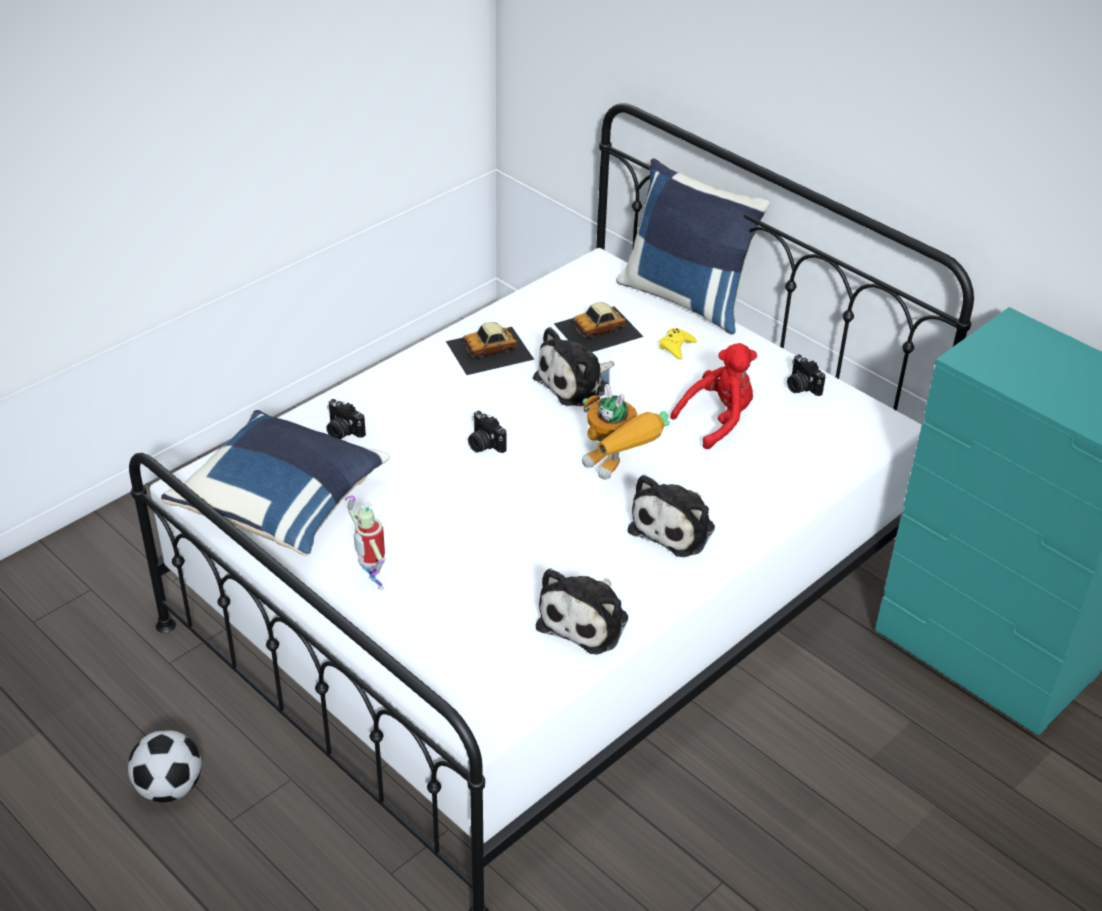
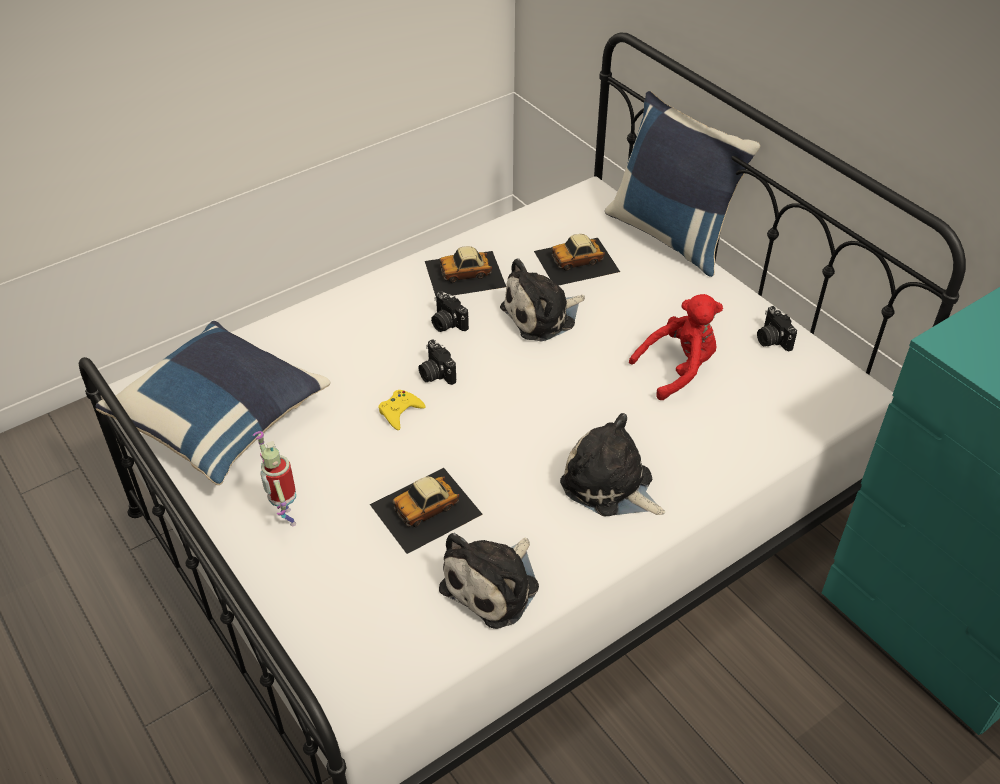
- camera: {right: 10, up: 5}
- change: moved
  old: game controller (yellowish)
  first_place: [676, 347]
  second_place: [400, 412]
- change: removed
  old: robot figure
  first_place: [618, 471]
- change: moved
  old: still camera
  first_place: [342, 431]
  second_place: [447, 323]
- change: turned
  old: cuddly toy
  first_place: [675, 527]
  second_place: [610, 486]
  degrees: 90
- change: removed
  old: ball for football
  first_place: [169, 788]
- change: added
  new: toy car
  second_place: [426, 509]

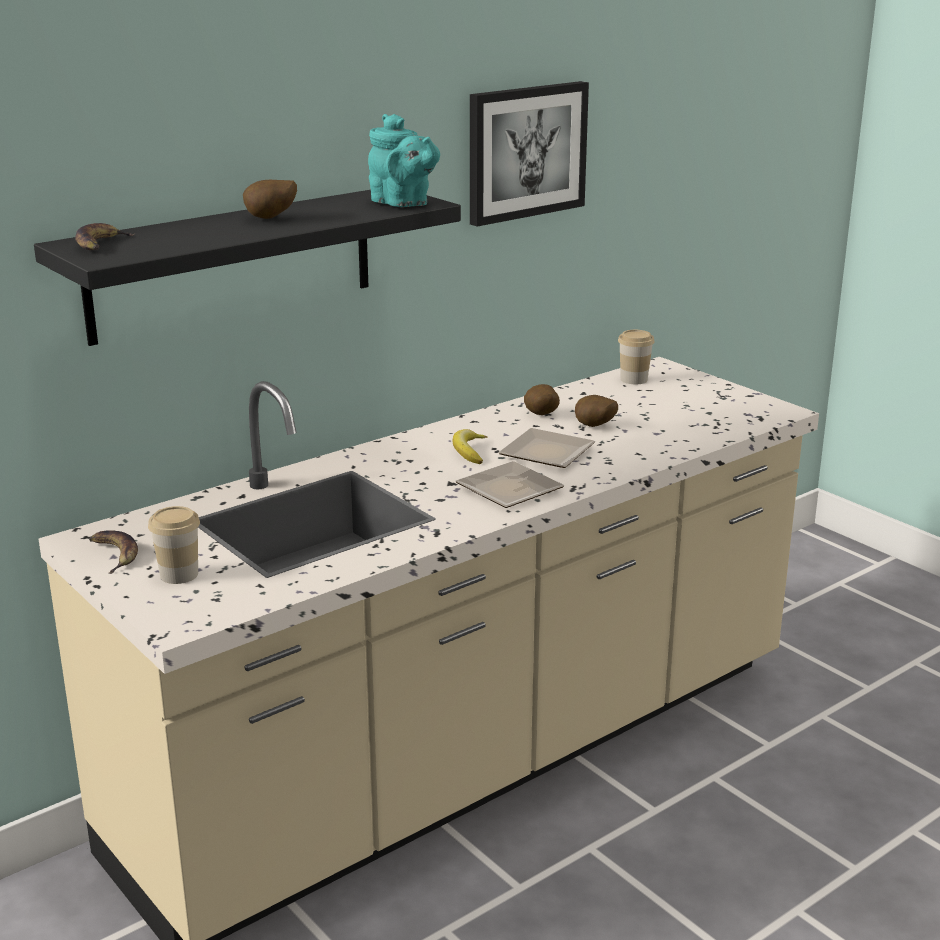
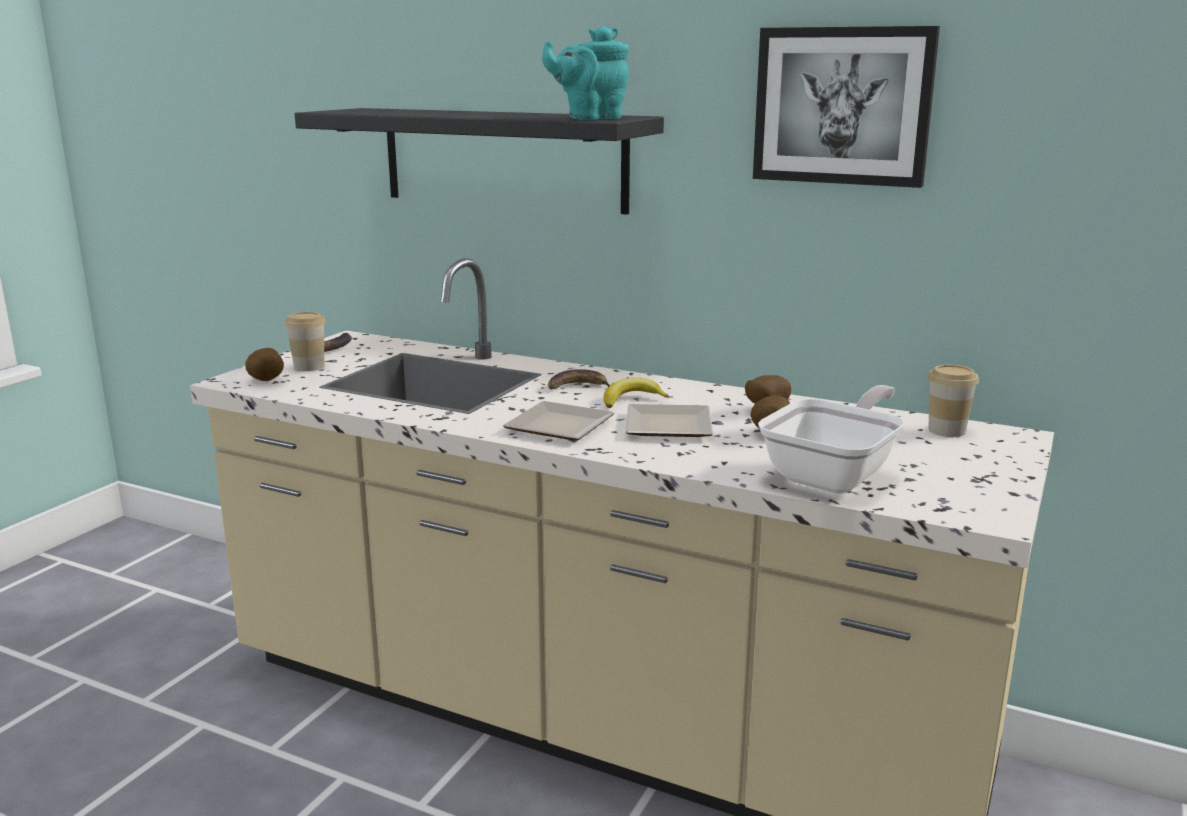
- camera: {right: 65, up: -5}
- change: turned
  old: pot for tea (blue-green)
  first_place: [403, 203]
  second_place: [590, 118]
  degrees: 45
- change: moved
  old: whole potato
  first_place: [271, 219]
  second_place: [265, 381]
- change: moved
  old: banana fruit
  first_place: [100, 244]
  second_place: [577, 387]
- change: added
  new: skillet
  second_place: [835, 475]

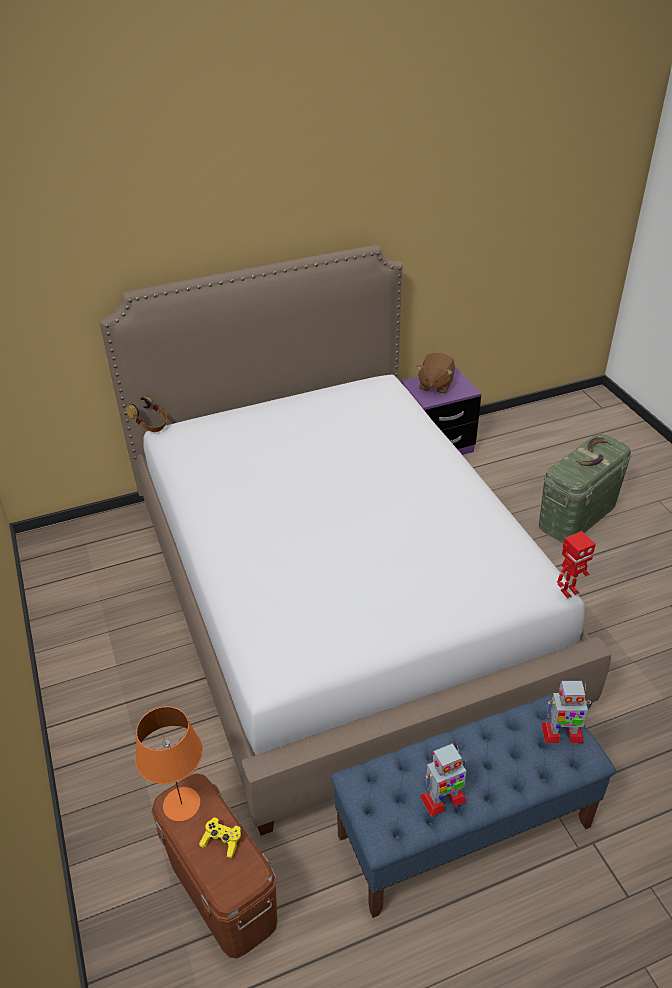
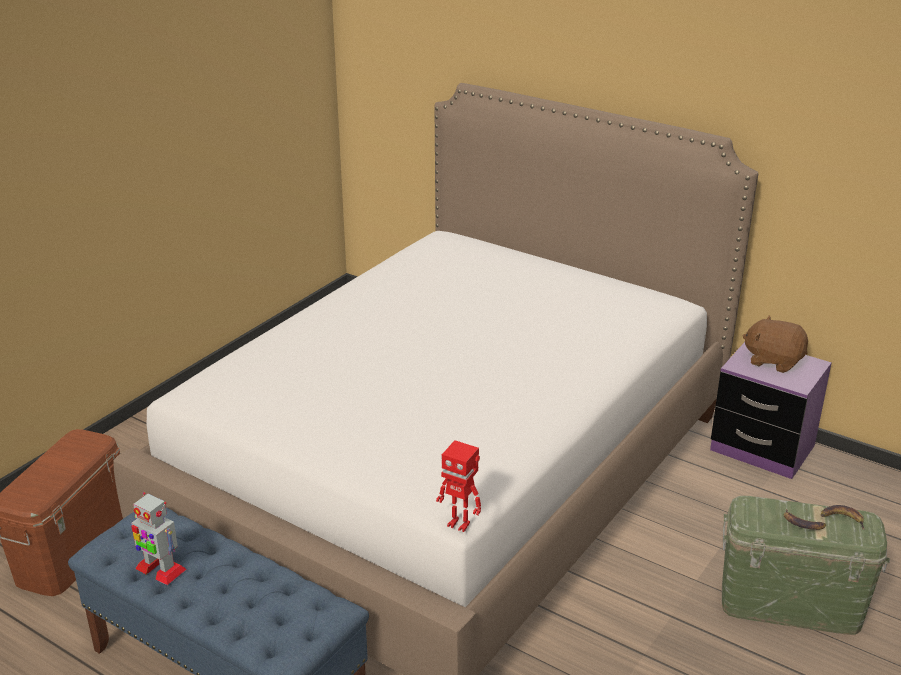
- camera: {right: 55, up: -10}
- change: turned
  old: cuddly toy (brownish)
  first_place: [435, 385]
  second_place: [773, 360]
  degrees: 45
- change: removed
  old: headset
  first_place: [151, 425]
- change: removed
  old: robot figure
  first_place: [562, 733]
- change: removed
  old: tabletop lamp (orangey)
  first_place: [181, 804]
- change: removed
  old: game controller (yellowish)
  first_place: [222, 841]

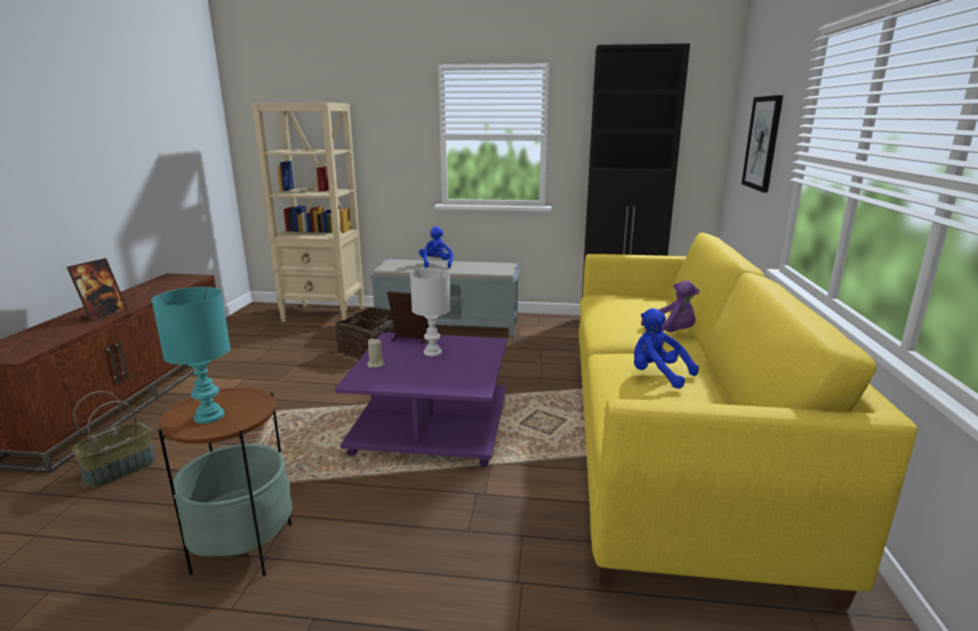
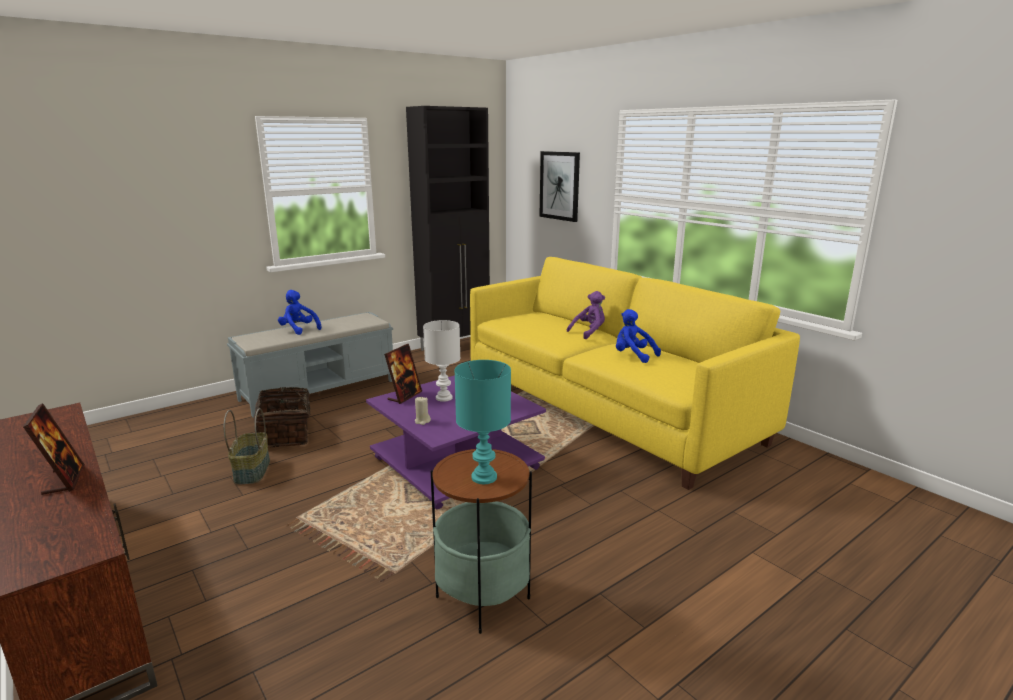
- camera: {right: -45, up: 0}
- change: removed
  old: shelving unit (beige-coloured)
  first_place: [324, 314]
- change: turned
  old: photo frame
  first_place: [410, 340]
  second_place: [404, 396]
  degrees: 150
- change: turned
  old: cuddly toy (blue)
  first_place: [657, 375]
  second_place: [633, 356]
  degrees: 45
- change: moved
  old: household basket
  first_place: [120, 469]
  second_place: [251, 471]

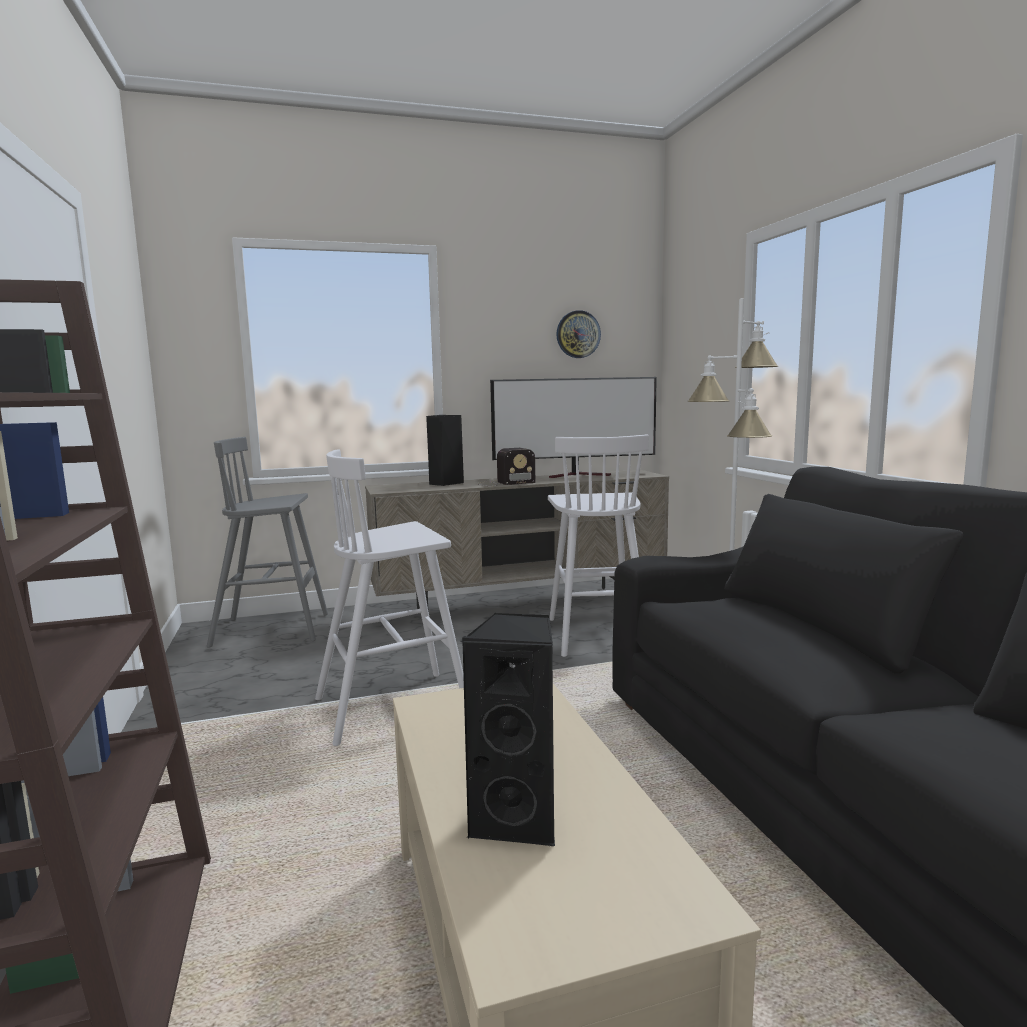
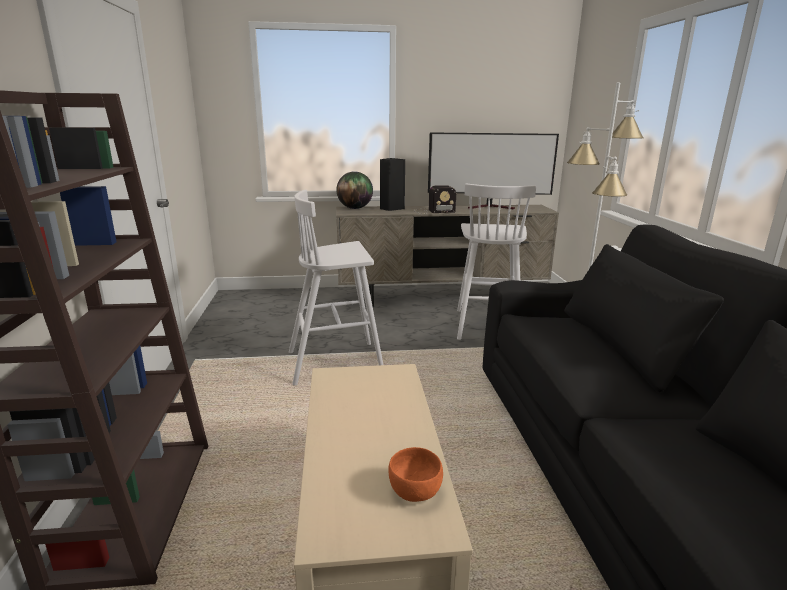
- camera: {right: 10, up: 10}
- change: removed
  old: wall clock
  first_place: [578, 334]
- change: removed
  old: stool (grey)
  first_place: [274, 629]
- change: removed
  old: audio speaker (black-coloured)
  first_place: [518, 819]
- change: added
  new: desk globe
  second_place: [355, 208]
- change: added
  new: bowl (orangey)
  second_place: [415, 491]

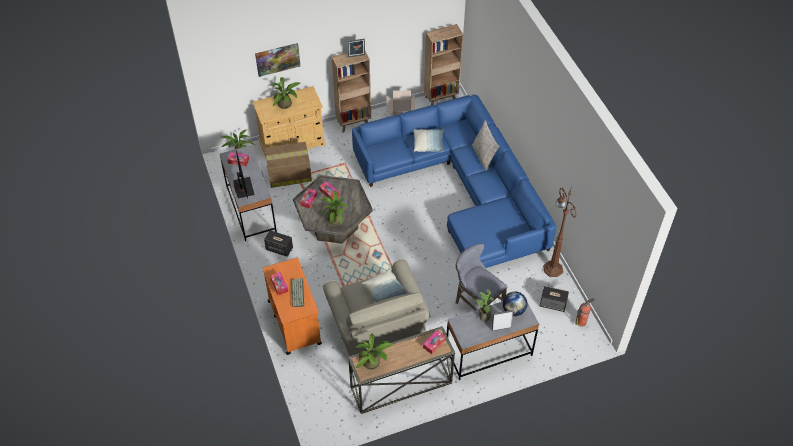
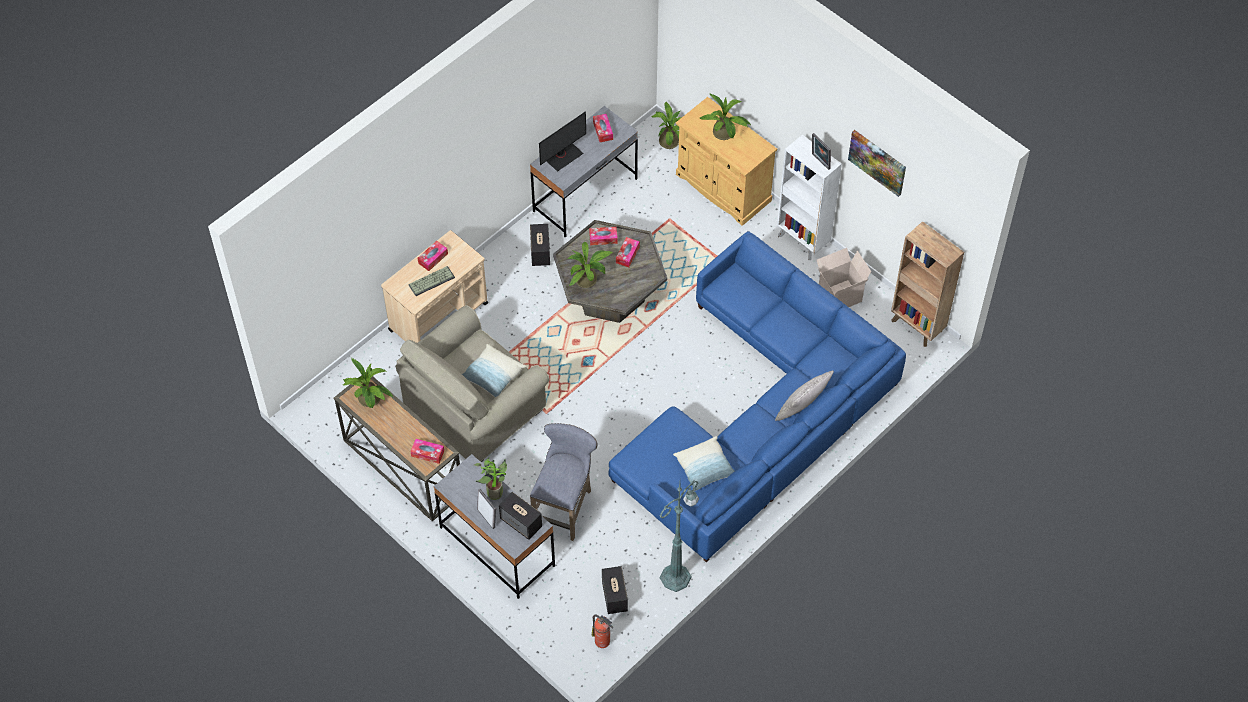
- camera: {right: 65, up: 5}
- change: moved
  old: picture
  first_place: [277, 59]
  second_place: [877, 162]
- change: recoloured
  old: shelving unit (brownish)
  new: shelving unit (white-coloured)
  first_place: [354, 123]
  second_place: [803, 241]
- change: moved
  old: throw pillow
  first_place: [428, 144]
  second_place: [705, 468]
- change: removed
  old: cardboard box
  first_place: [288, 174]
- change: recoloured
  old: standing lamp (brownish)
  new: standing lamp (green-coloured)
  first_place: [552, 268]
  second_place: [677, 576]
- change: recoloured
  old: wheeled cart (orangey)
  new: wheeled cart (beige-coloured)
  first_place: [294, 322]
  second_place: [439, 316]
- change: replaced
  old: desk globe
  new: audio speaker
  first_place: [513, 310]
  second_place: [521, 523]

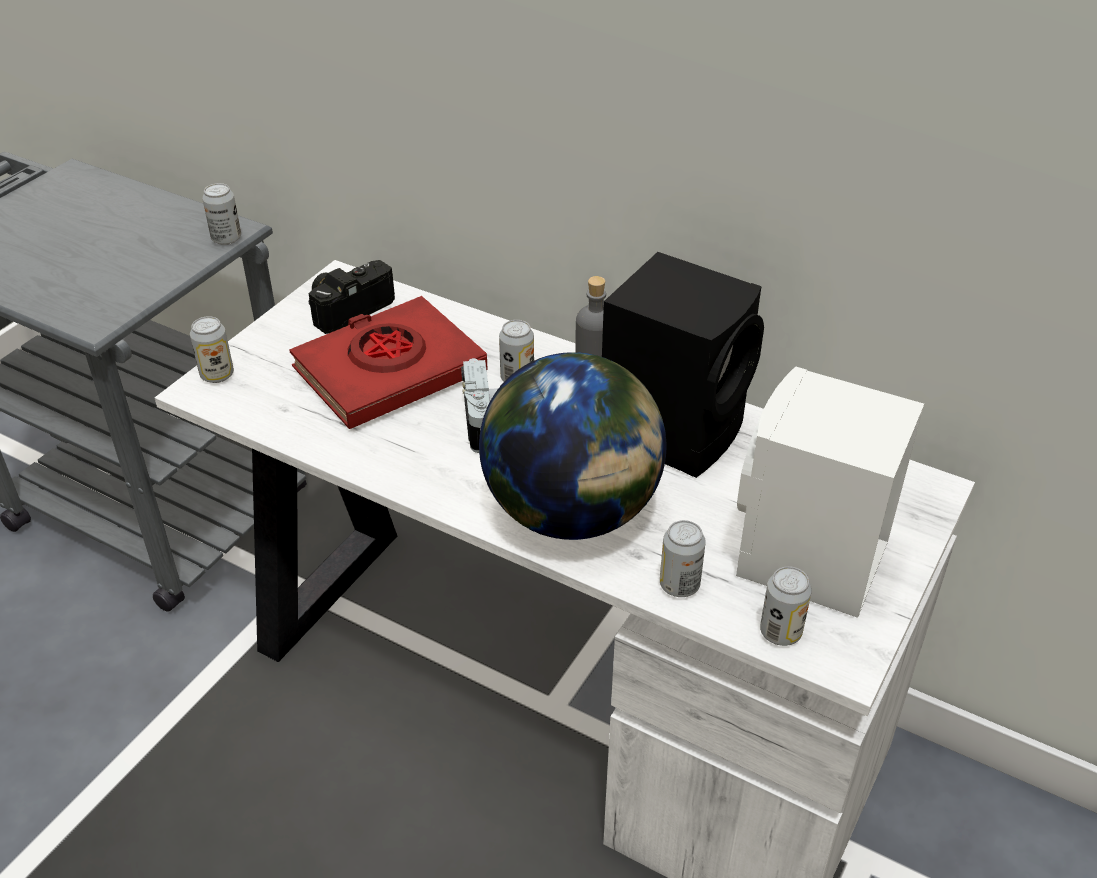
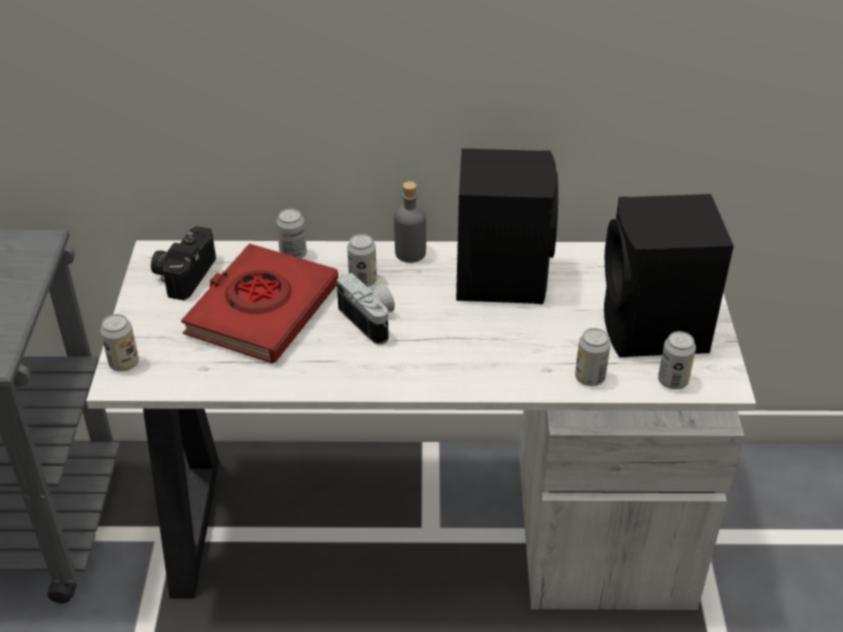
- camera: {right: -30, up: 0}
- change: moved
  old: can
  first_place: [226, 239]
  second_place: [293, 255]
- change: removed
  old: desk globe
  first_place: [572, 512]
- change: recoloured
  old: audio speaker (white-coloured)
  new: audio speaker (black-coloured)
  first_place: [808, 562]
  second_place: [654, 331]

